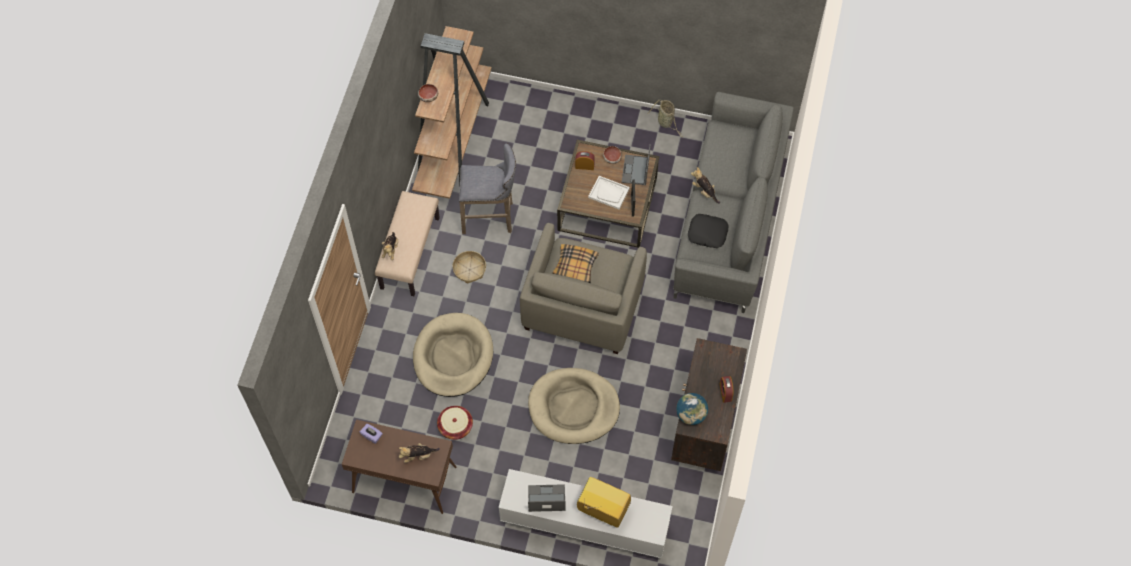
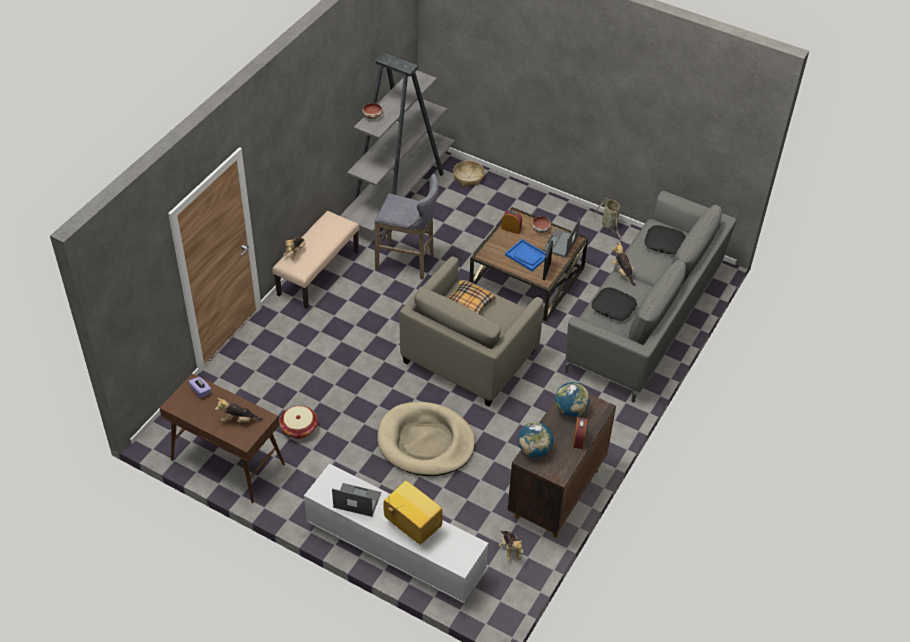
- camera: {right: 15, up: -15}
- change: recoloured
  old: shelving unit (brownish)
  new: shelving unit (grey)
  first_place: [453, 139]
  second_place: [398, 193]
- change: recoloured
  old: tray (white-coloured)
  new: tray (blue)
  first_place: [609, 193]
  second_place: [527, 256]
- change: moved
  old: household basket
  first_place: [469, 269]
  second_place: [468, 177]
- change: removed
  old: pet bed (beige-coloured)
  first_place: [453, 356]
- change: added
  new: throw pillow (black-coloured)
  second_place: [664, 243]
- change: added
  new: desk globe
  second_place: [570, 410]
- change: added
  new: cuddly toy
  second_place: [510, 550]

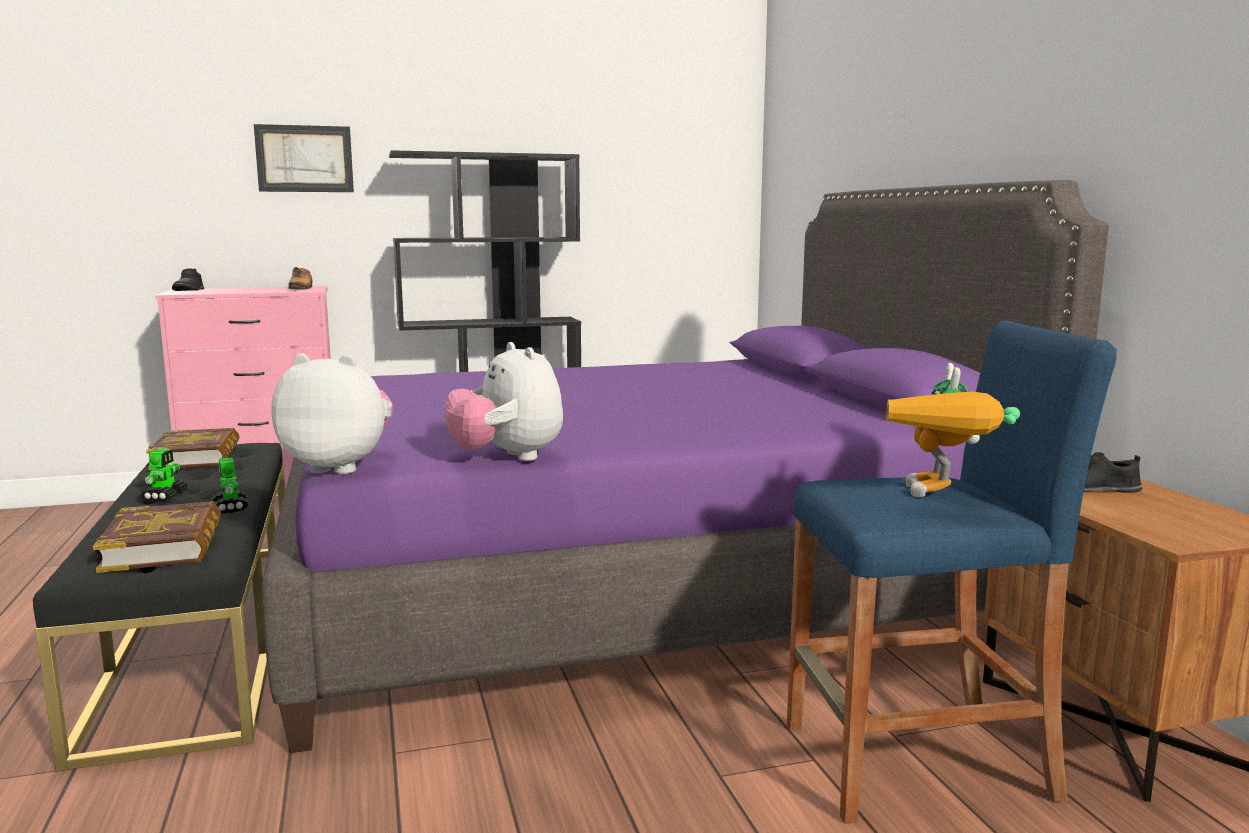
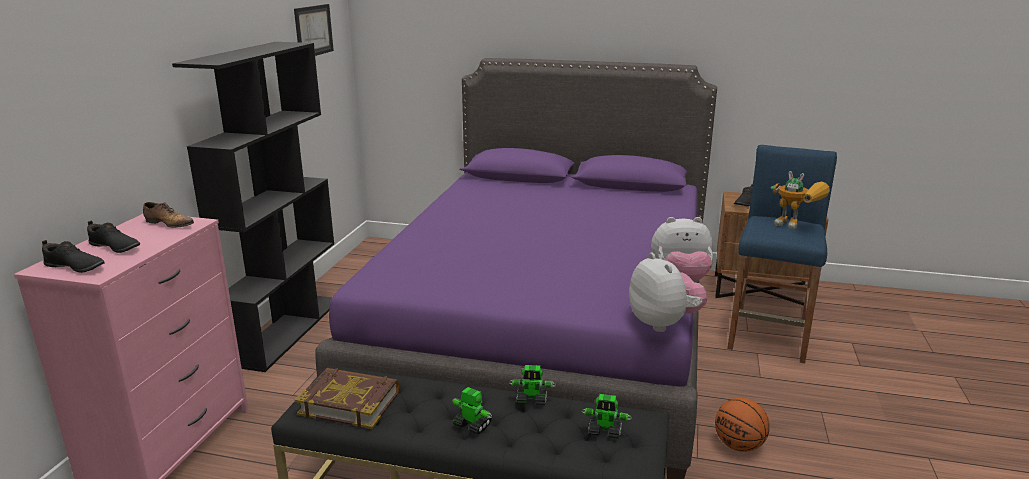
- camera: {right: -60, up: 10}
- change: moved
  old: picture
  first_place: [304, 159]
  second_place: [313, 30]
- change: turned
  old: cuddly toy
  first_place: [340, 467]
  second_place: [663, 323]
  degrees: 120
- change: replaced
  old: book
  new: robot figure
  first_place: [164, 546]
  second_place: [605, 431]
- change: added
  new: item of footwear (black-coloured)
  second_place: [115, 247]
- change: added
  new: basketball
  second_place: [739, 445]

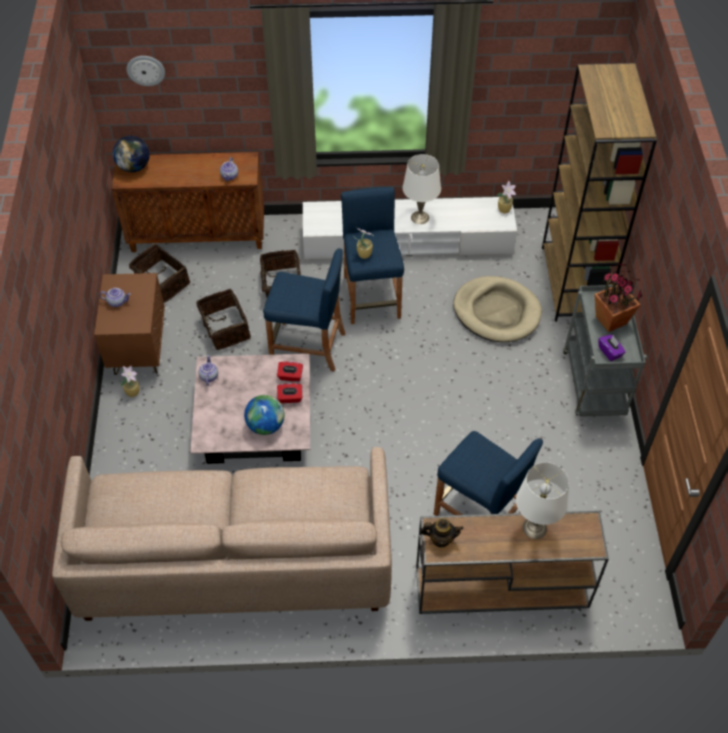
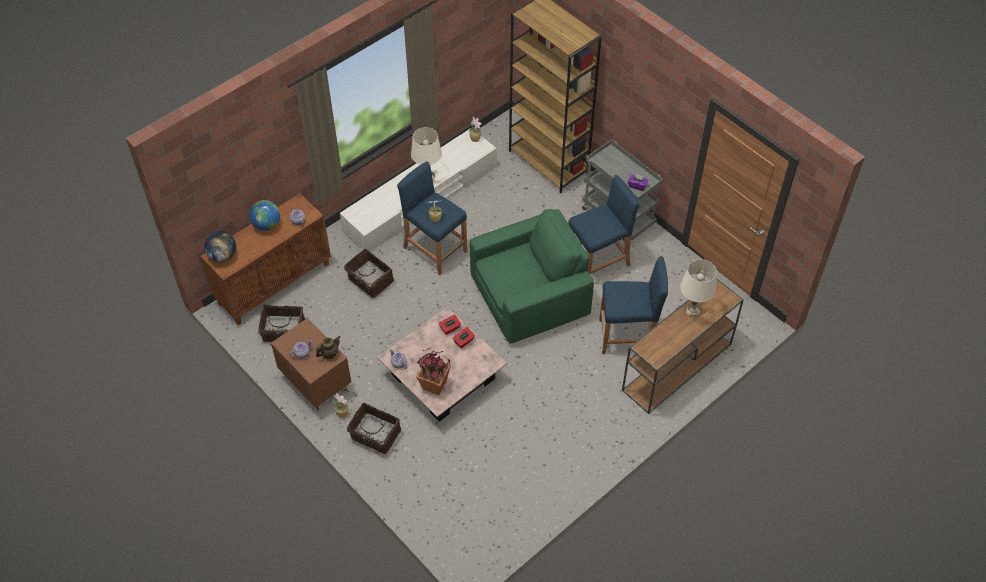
- camera: {right: -40, up: 0}
- change: removed
  old: wall clock
  first_place: [145, 70]
- change: moved
  old: stool (blue)
  first_place: [308, 347]
  second_place: [598, 262]
- change: moved
  old: potted plant
  first_place: [611, 320]
  second_place: [435, 385]
- change: removed
  old: pet bed (beige-coloured)
  first_place: [496, 312]
- change: moved
  old: household basket
  first_place: [224, 329]
  second_place: [375, 435]
- change: moved
  old: desk globe
  first_place: [265, 425]
  second_place: [266, 225]
- change: removed
  old: sofa (beige-coloured)
  first_place: [234, 560]
- change: moved
  old: pot for tea
  first_place: [441, 539]
  second_place: [329, 353]
- change: added
  new: easy chair (green-coloured)
  second_place: [529, 296]

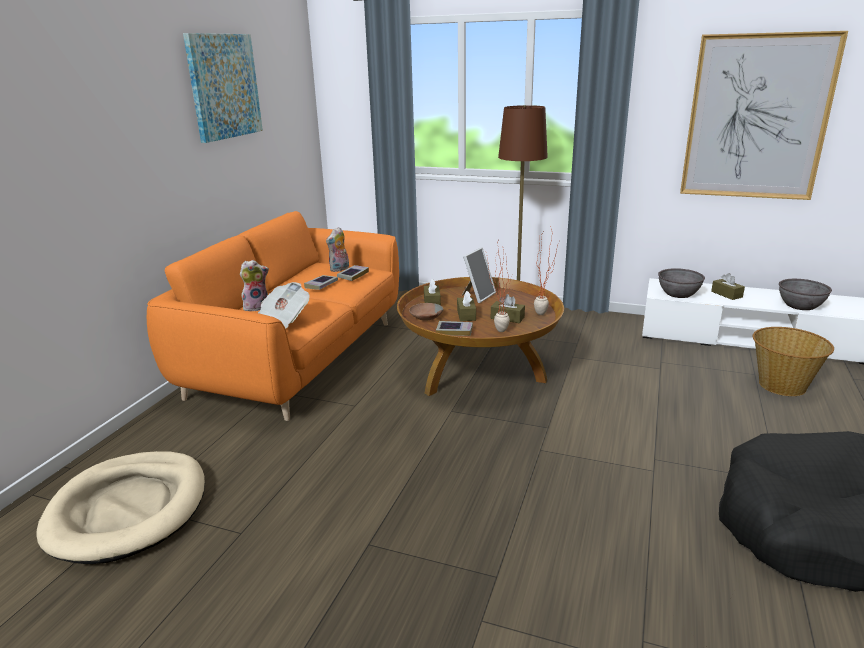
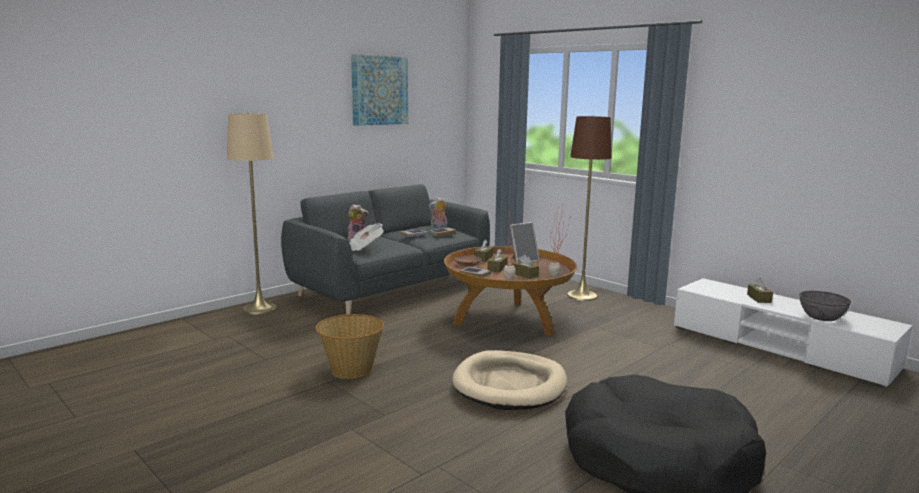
- camera: {right: 25, up: -10}
- change: removed
  old: picture
  first_place: [756, 118]
- change: recoloured
  old: sofa (orangey)
  new: sofa (grey)
  first_place: [298, 358]
  second_place: [390, 289]
- change: removed
  old: bowl (grey)
  first_place: [678, 294]
- change: moved
  old: household basket
  first_place: [782, 386]
  second_place: [351, 369]
- change: moved
  old: pet bed (beige-coloured)
  first_place: [129, 509]
  second_place: [510, 385]
- change: added
  new: standing lamp (beige-coloured)
  second_place: [259, 308]

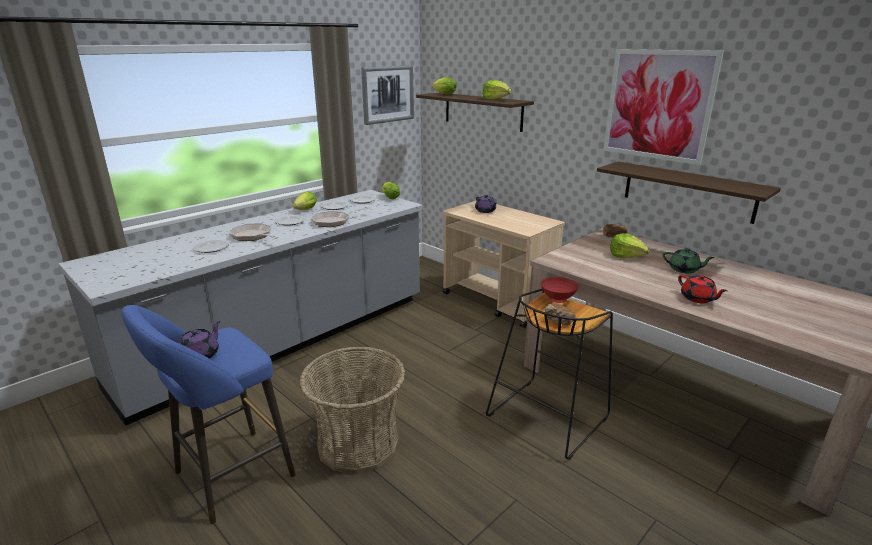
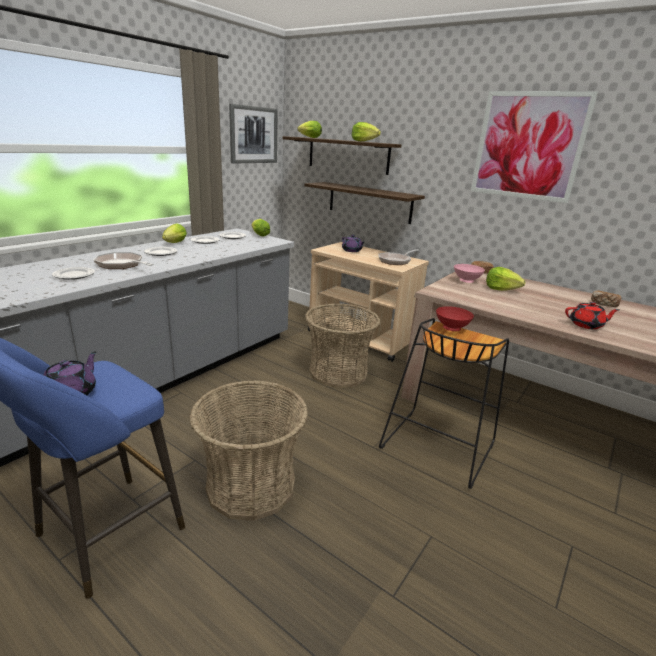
- camera: {right: -10, up: 0}
- change: moved
  old: shelf
  first_place: [688, 191]
  second_place: [369, 202]
- change: moved
  old: skillet
  first_place: [334, 221]
  second_place: [396, 261]
- change: removed
  old: pot for tea (green-coloured)
  first_place: [684, 270]
- change: turned
  old: pot for tea (reddish)
  first_place: [697, 299]
  second_place: [586, 325]
  degrees: -45
- change: moved
  old: baked bread
  first_place: [558, 320]
  second_place: [604, 304]
- change: added
  new: bowl (pink)
  second_place: [466, 281]
- change: added
  new: household basket
  second_place: [338, 372]

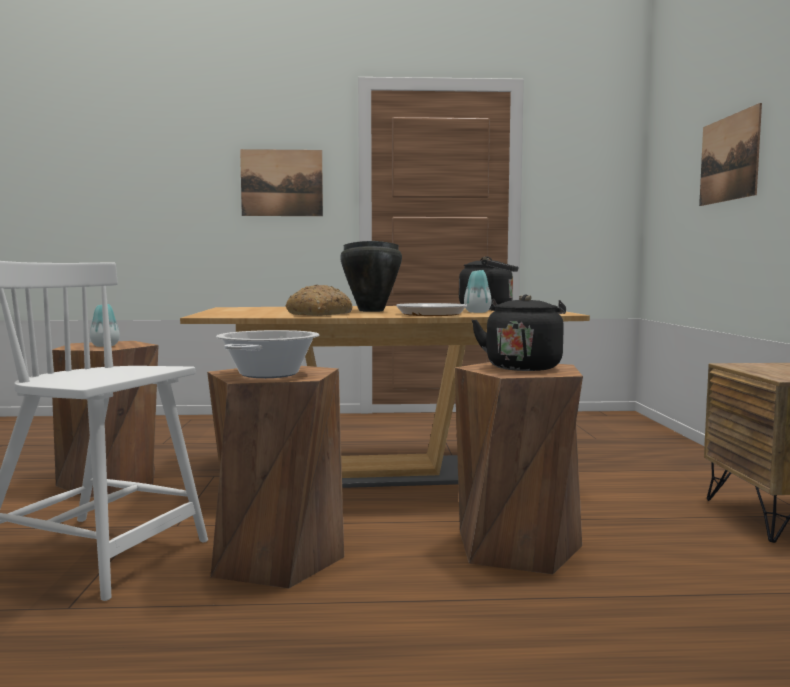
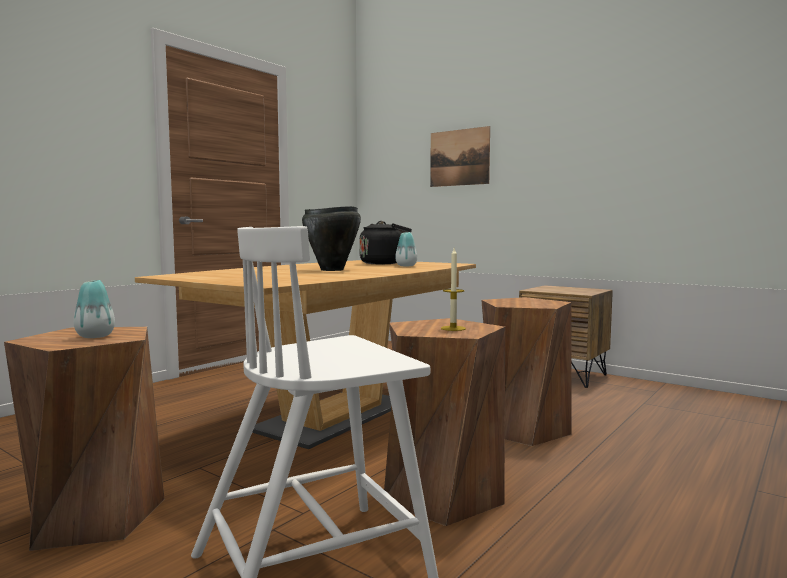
- camera: {right: -50, up: 0}
- change: removed
  old: picture
  first_place: [281, 183]
- change: removed
  old: baked bread
  first_place: [319, 314]
- change: removed
  old: water kettle (black-coloured)
  first_place: [523, 367]
- change: removed
  old: skillet
  first_place: [432, 314]
- change: replaced
  old: cooking pot
  new: wax light
  first_place: [269, 374]
  second_place: [453, 328]

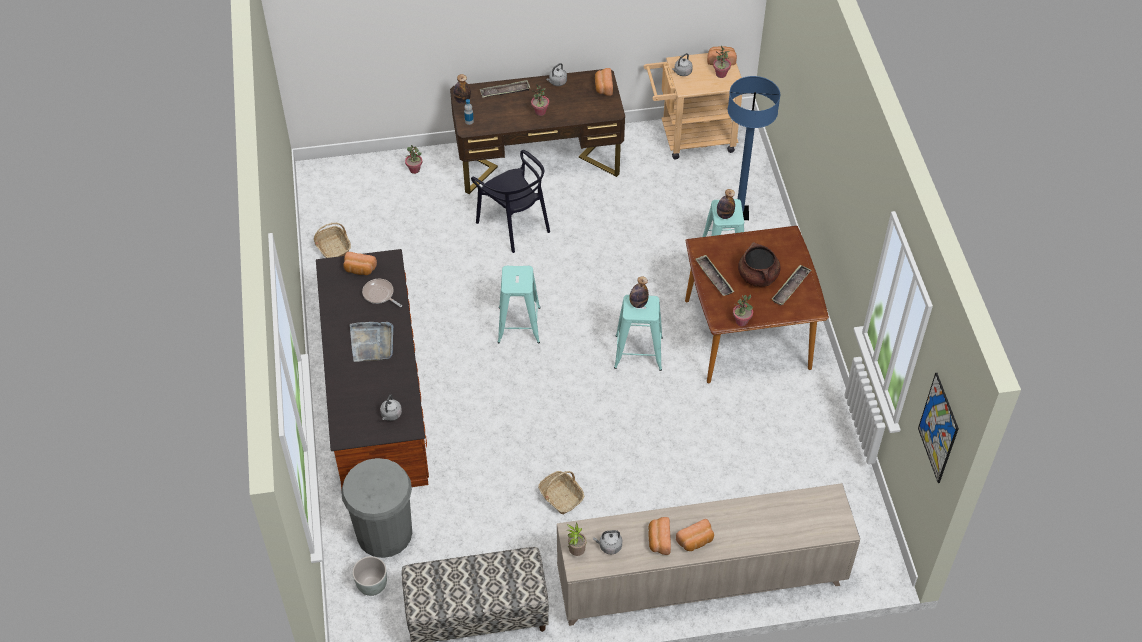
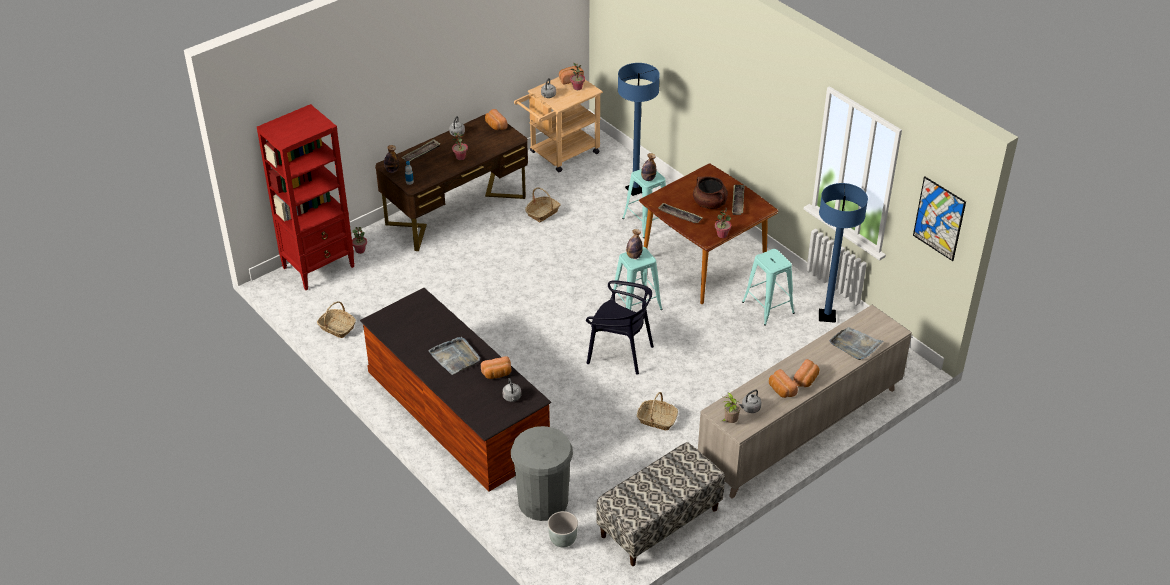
- camera: {right: -30, up: -10}
- change: moved
  old: upright chair (black-coloured)
  first_place: [514, 225]
  second_place: [620, 353]
- change: moved
  old: baked bread
  first_place: [359, 270]
  second_place: [497, 374]
- change: moved
  old: stool (blue-green)
  first_place: [519, 325]
  second_place: [768, 307]
- change: removed
  old: skillet
  first_place: [379, 294]
- change: added
  new: shelving unit (reddish)
  second_place: [319, 267]
- change: added
  new: standing lamp (blue)
  second_place: [827, 316]
- change: added
  new: household basket
  second_place: [543, 213]
- change: added
  new: tray (grey)
  second_place: [855, 345]

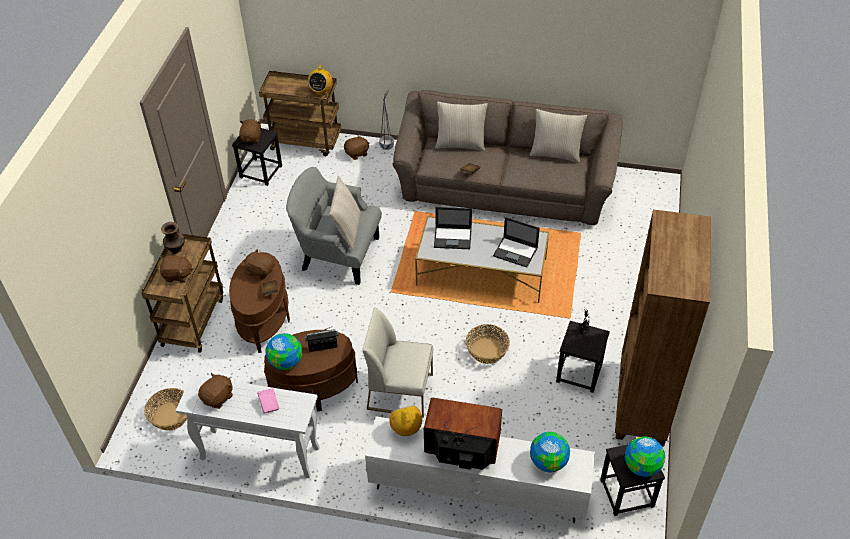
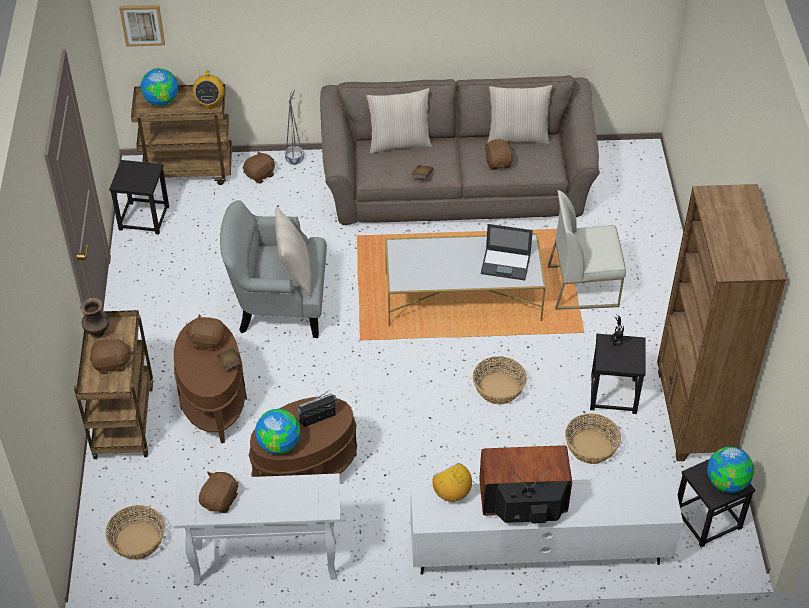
- camera: {right: -15, up: 0}
- change: moved
  old: cuddly toy (brownish)
  first_place: [251, 138]
  second_place: [498, 163]
- change: removed
  old: portable computer
  first_place: [453, 238]
- change: moved
  old: upright chair (white-coloured)
  first_place: [401, 391]
  second_place: [583, 286]
- change: removed
  old: book (pink)
  first_place: [269, 404]
- change: moved
  old: desk globe
  first_place: [548, 462]
  second_place: [161, 101]
- change: added
  new: picture
  second_place: [142, 24]
- change: added
  new: household basket
  second_place: [591, 447]

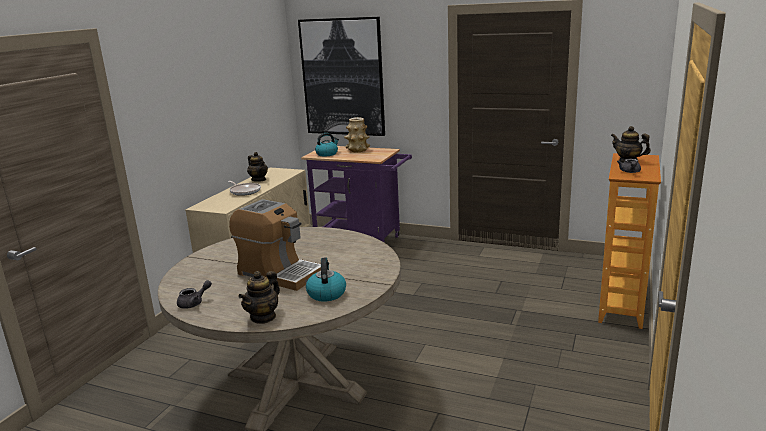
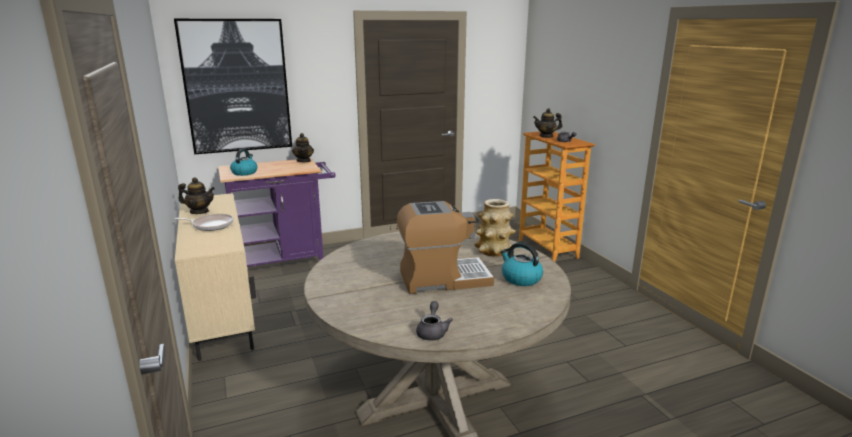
- camera: {right: -45, up: 0}
- change: moved
  old: vase
  first_place: [357, 150]
  second_place: [493, 251]
- change: moved
  old: pot for tea
  first_place: [263, 317]
  second_place: [304, 161]

